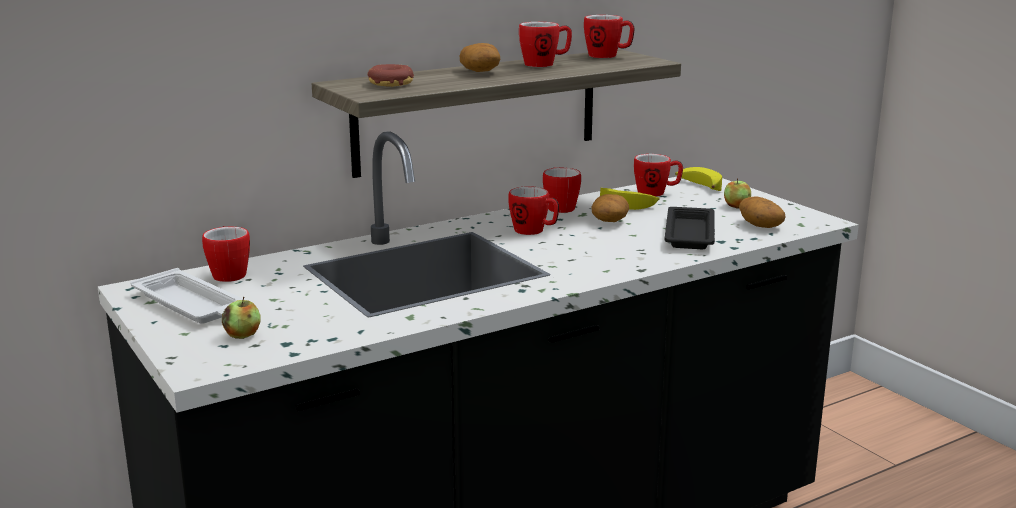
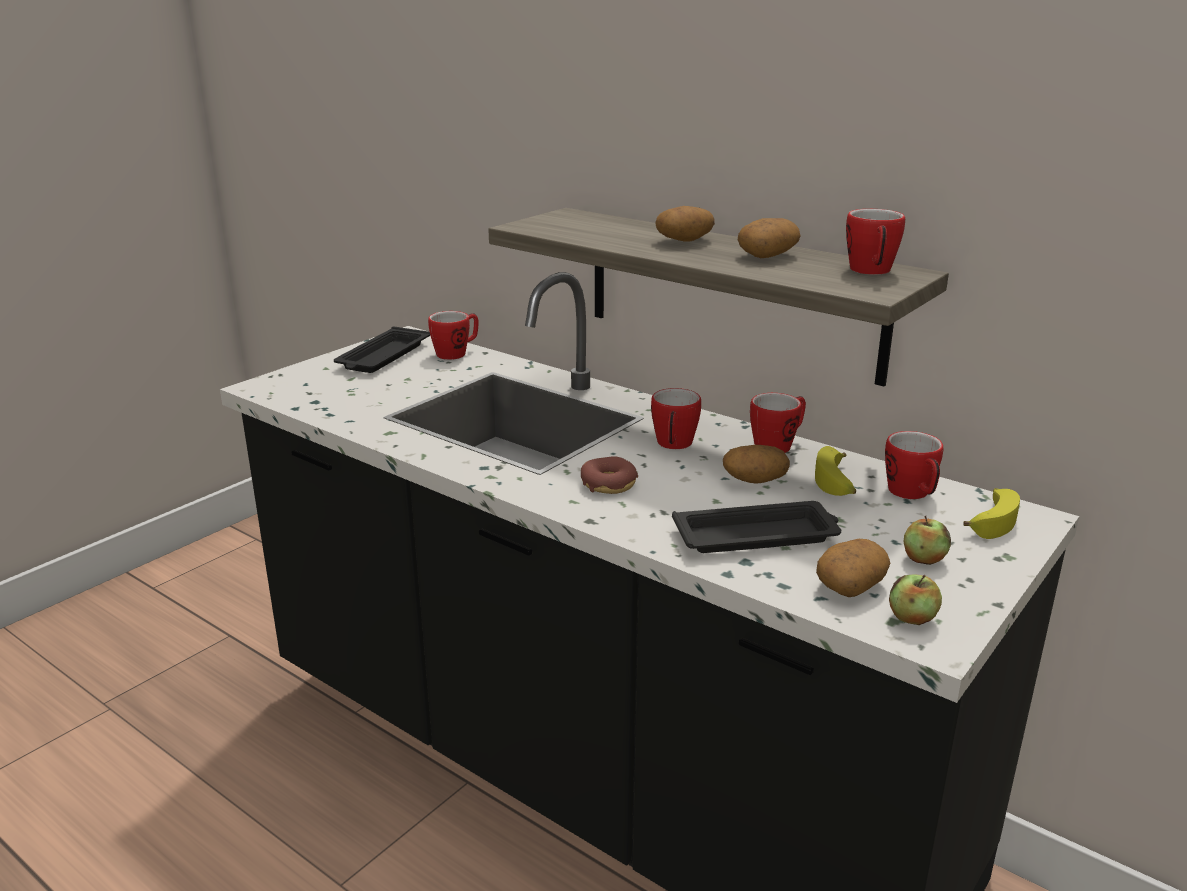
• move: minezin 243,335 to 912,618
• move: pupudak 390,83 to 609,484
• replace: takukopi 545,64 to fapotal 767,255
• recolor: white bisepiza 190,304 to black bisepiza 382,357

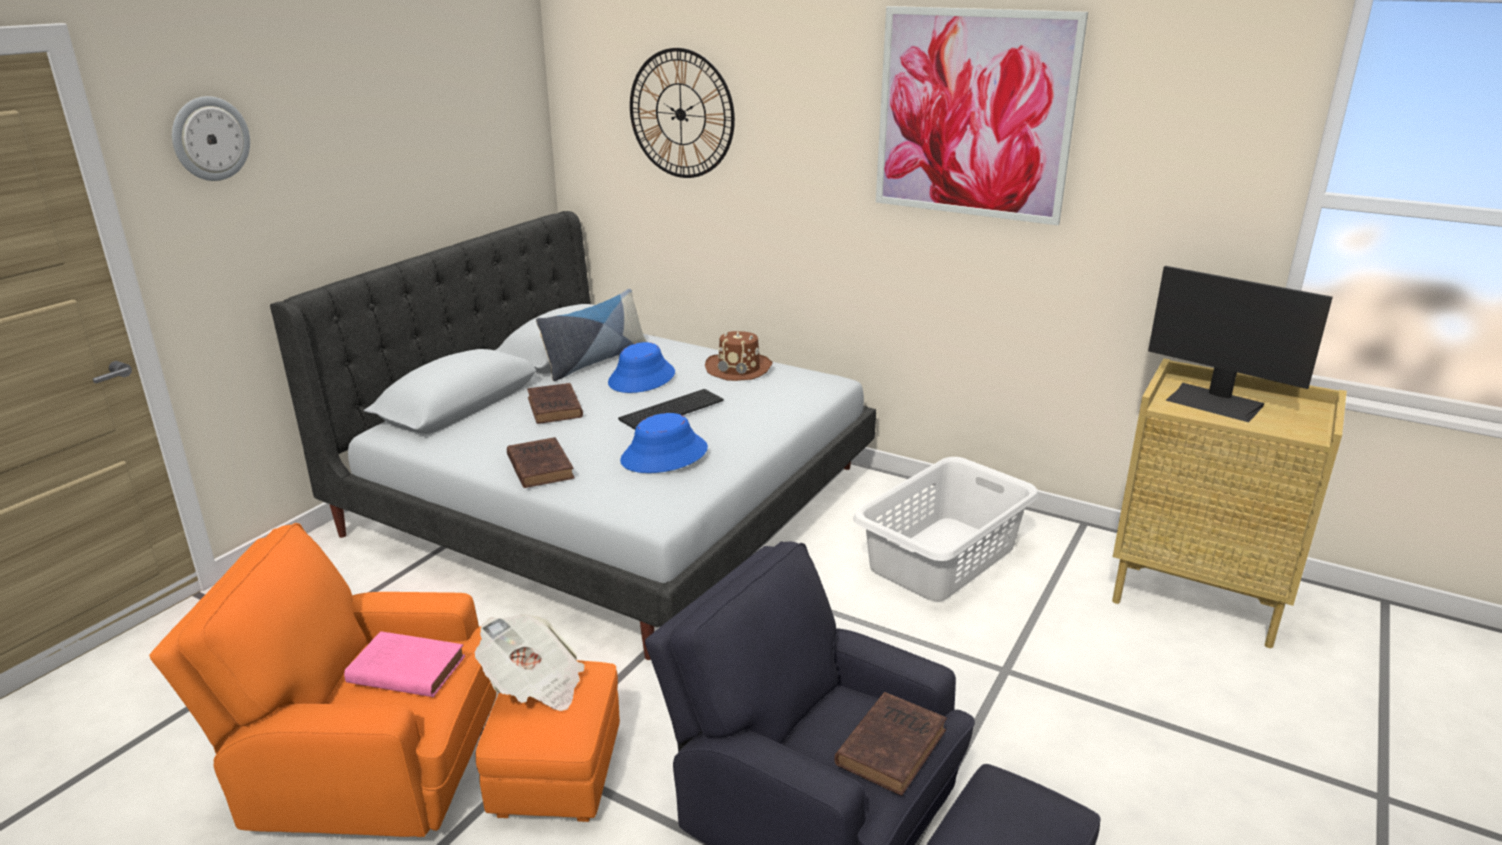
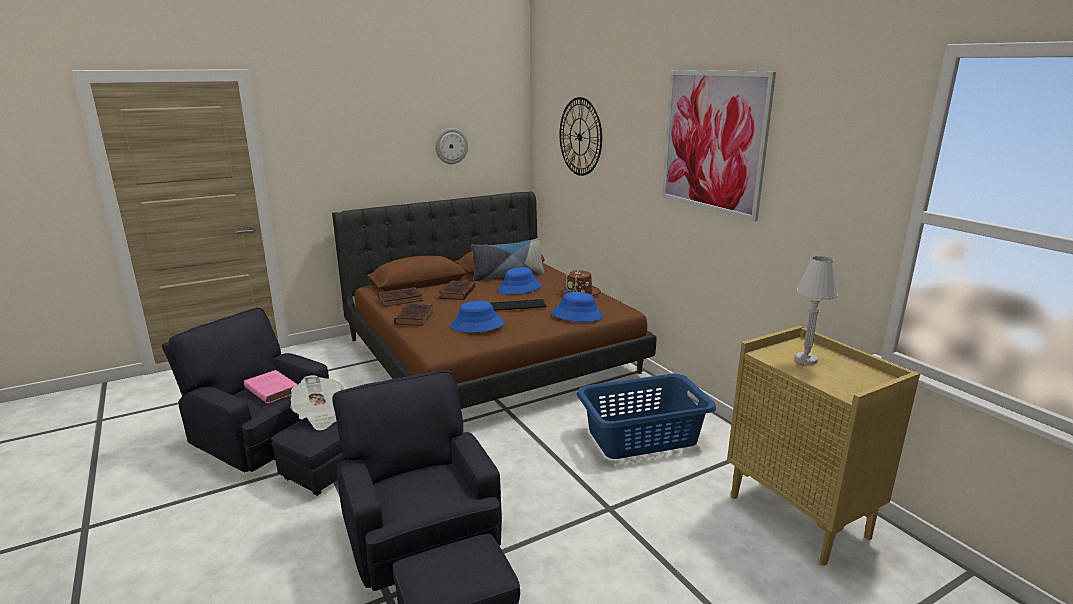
• insert: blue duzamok 577,315
• move: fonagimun 210,138 to 451,146
• move: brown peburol 892,745 to 401,299
• replace: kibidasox 1215,402 to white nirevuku 805,360
• recolor: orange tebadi 415,766 to black tebadi 277,445
• recolor: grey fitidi 611,500 to brown fitidi 489,356
• recolor: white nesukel 944,558 to blue nesukel 643,437

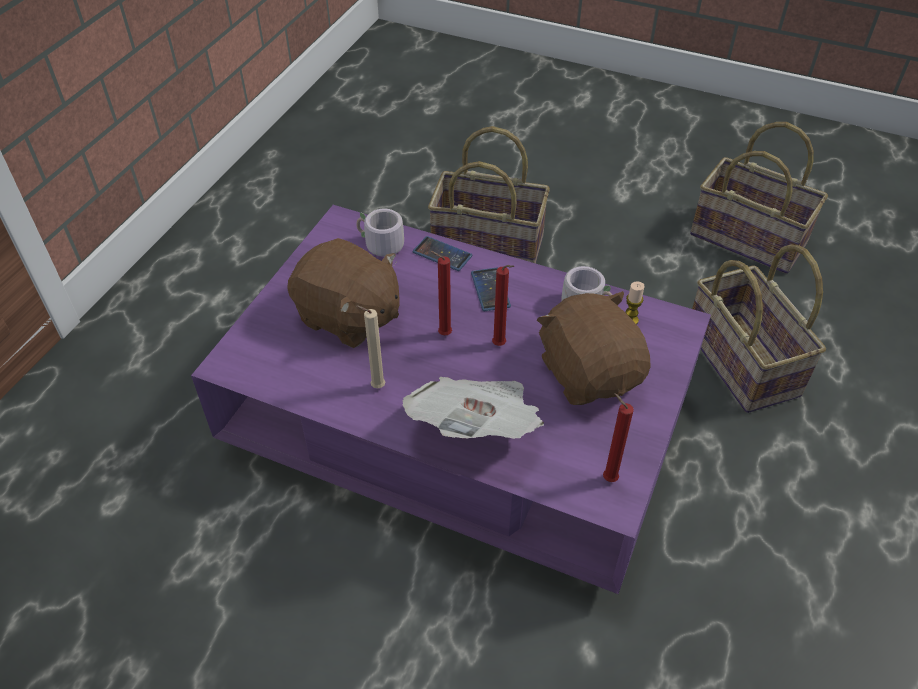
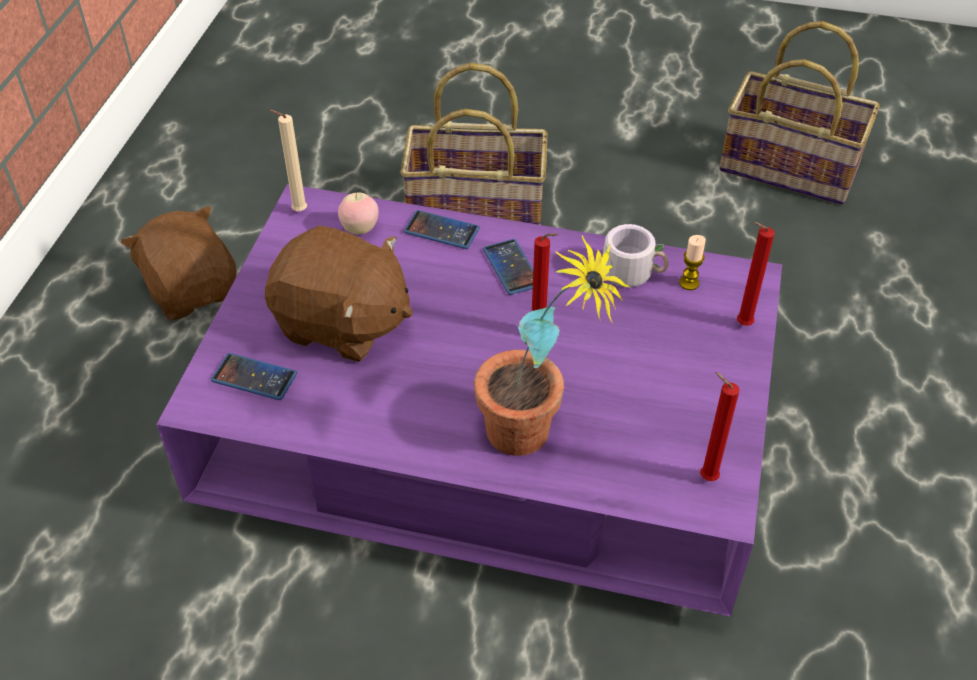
• delete: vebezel 744,362
• insert: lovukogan 254,377
• move: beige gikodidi 375,386 to 297,211
• move: red gikodidi 442,334 to 741,324
• move: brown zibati 589,373 to 192,290
• replace: grey takukopi 379,246 to minezin 360,229
• replace: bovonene 477,427 to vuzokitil 535,439

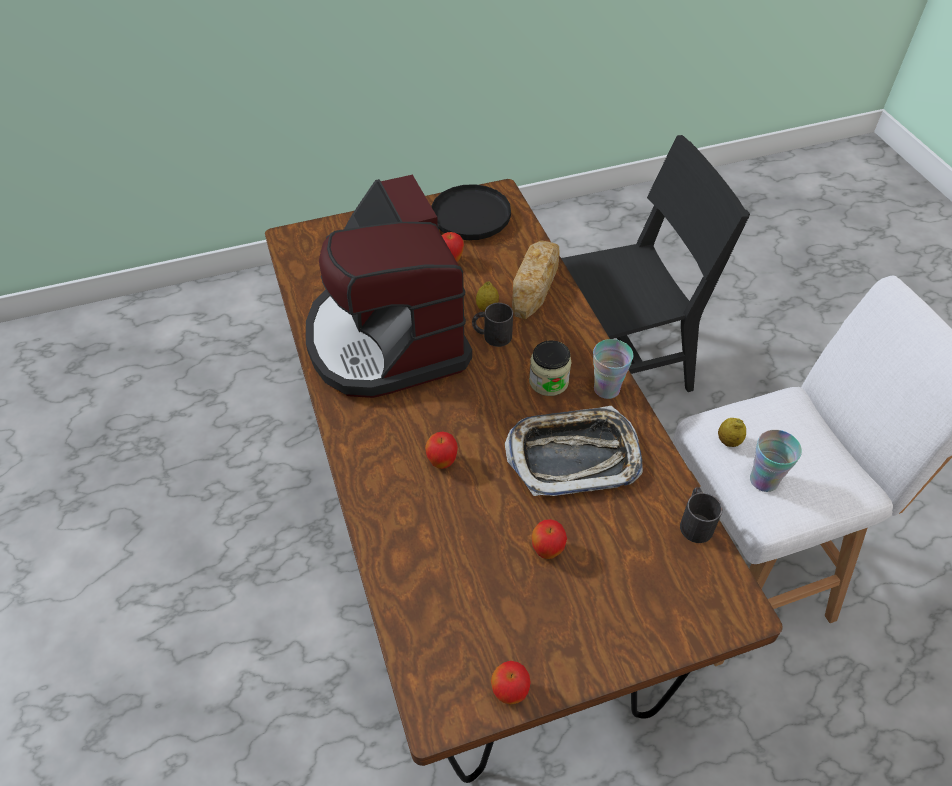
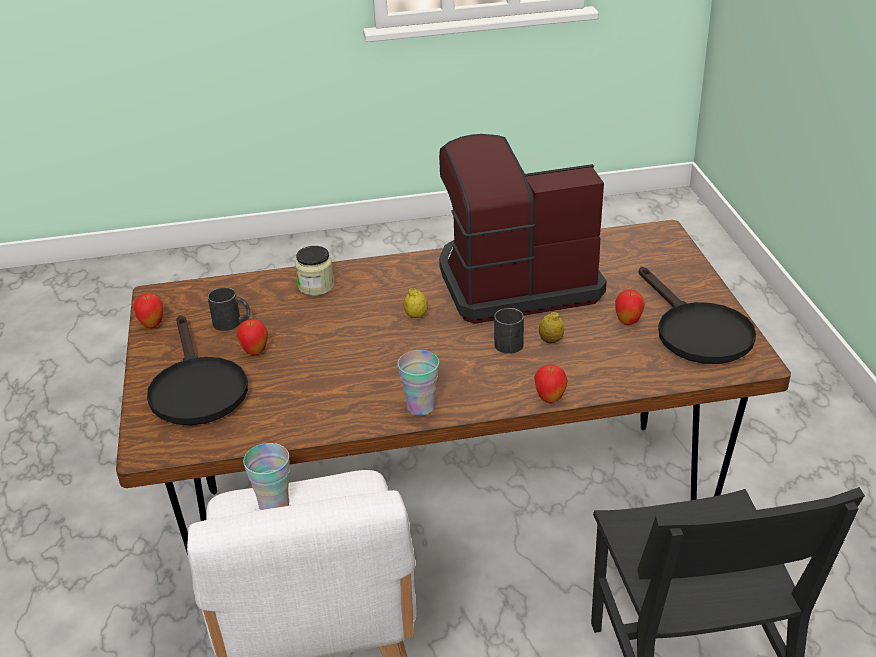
• delete: bisepiza 573,456
• delete: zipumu 535,283
• insert: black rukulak 196,388
• move: minezin 442,462 to 550,399
• move: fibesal 548,381 to 316,286
• move: black takukopi 695,522 to 232,323
• move: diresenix 728,441 to 416,316

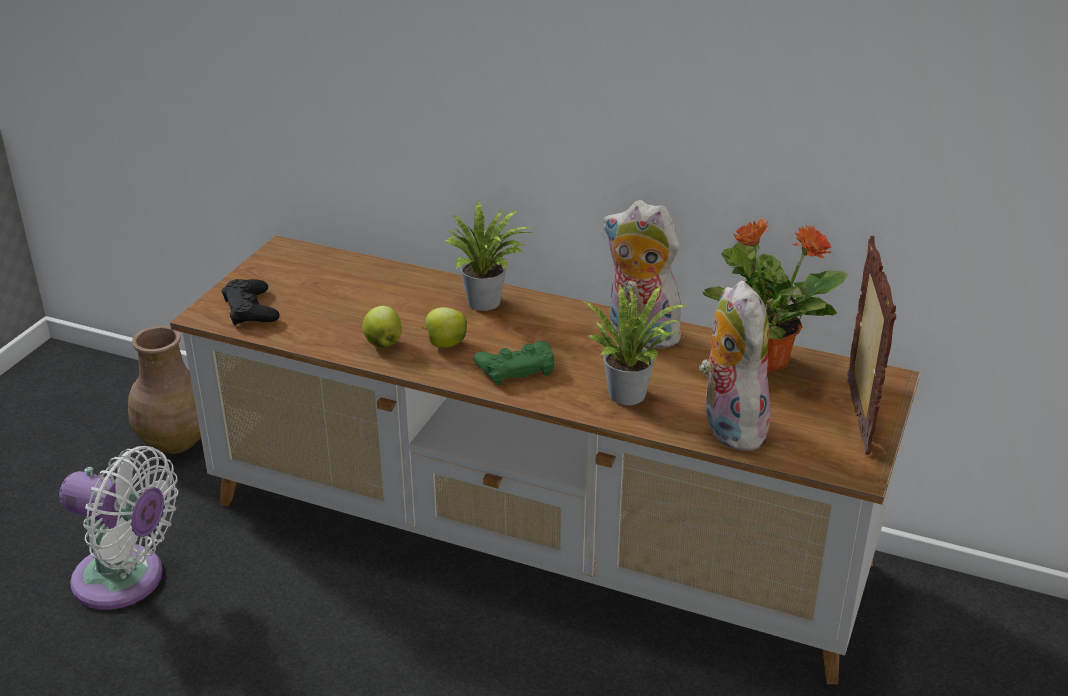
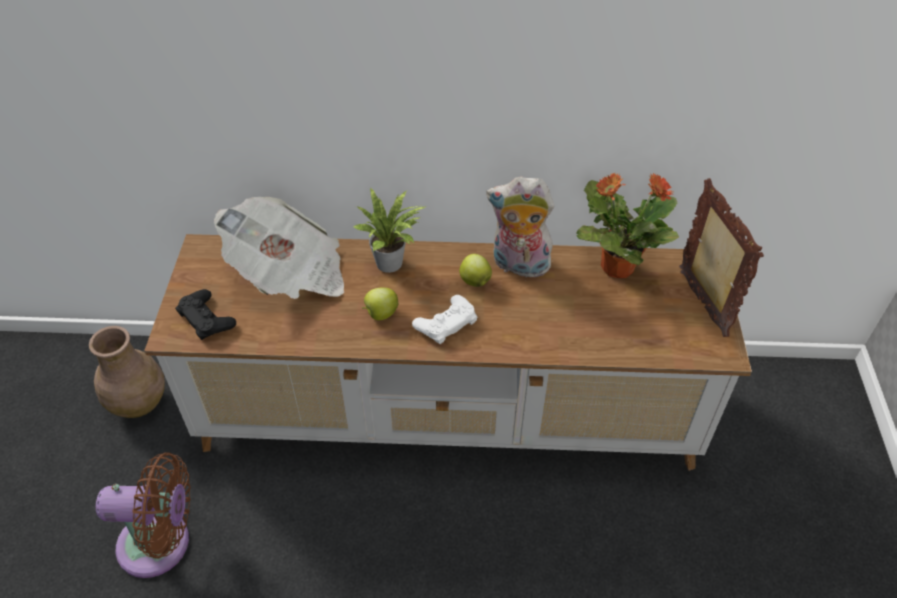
• delete: vuzokitil 631,392
• delete: zibati 728,425
• insert: bovonene 289,273
• move: minezin 383,343 to 474,280
• recolor: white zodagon 126,581 to brown zodagon 162,544
• recolor: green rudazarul 516,368 to white rudazarul 446,323

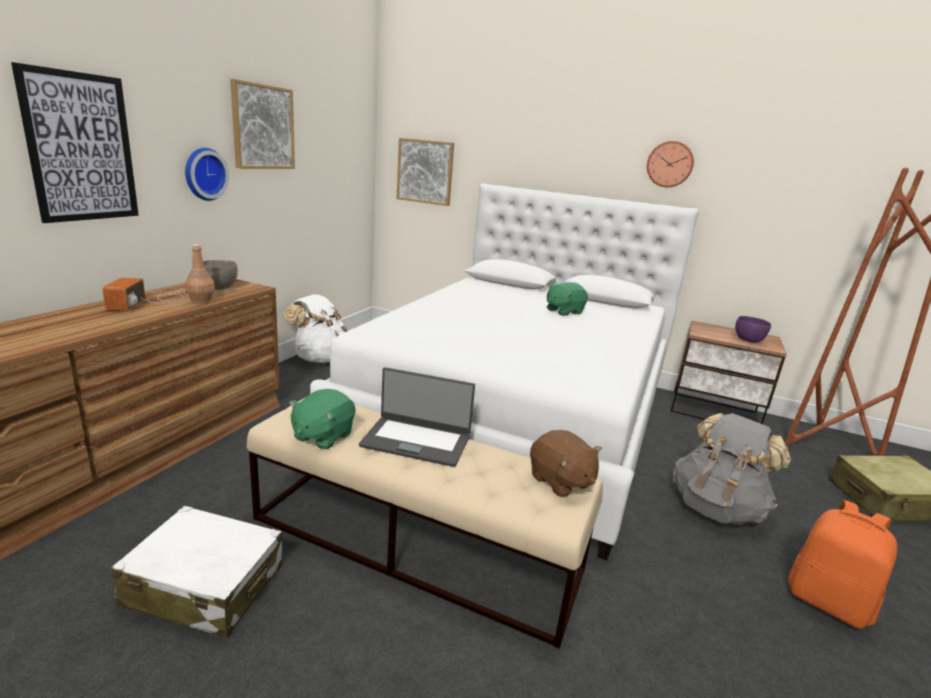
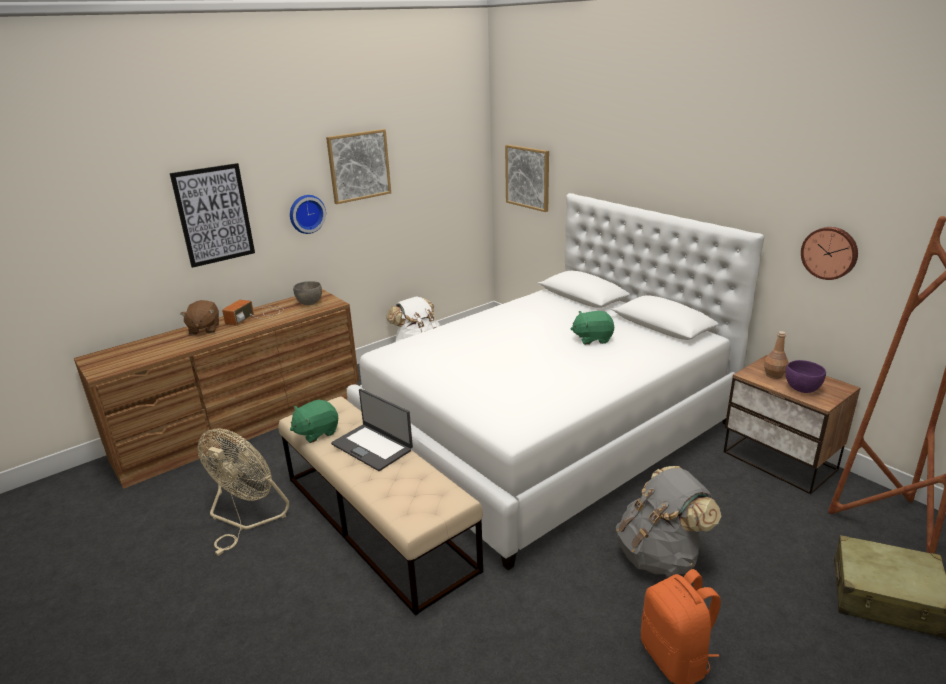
• move: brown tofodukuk 201,300 to 774,375
• move: brown zibati 560,481 to 204,329
• move: fonagimun 670,164 to 830,252
• replace: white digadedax 205,585 to beige zodagon 240,516

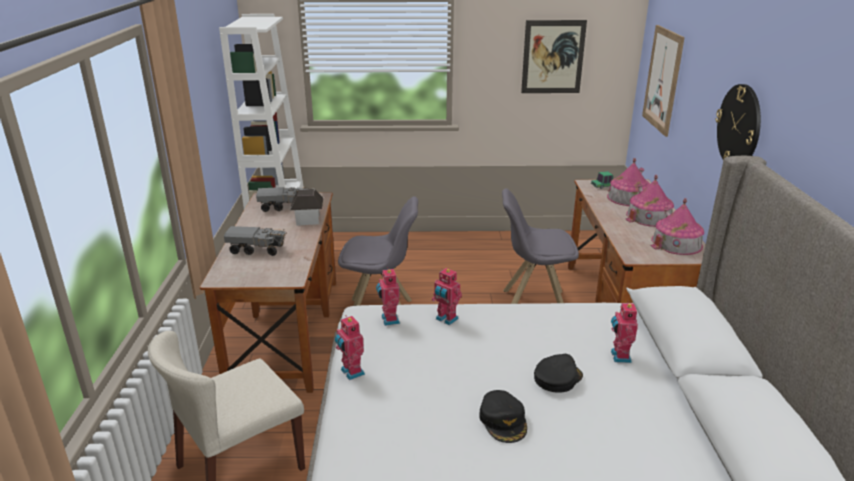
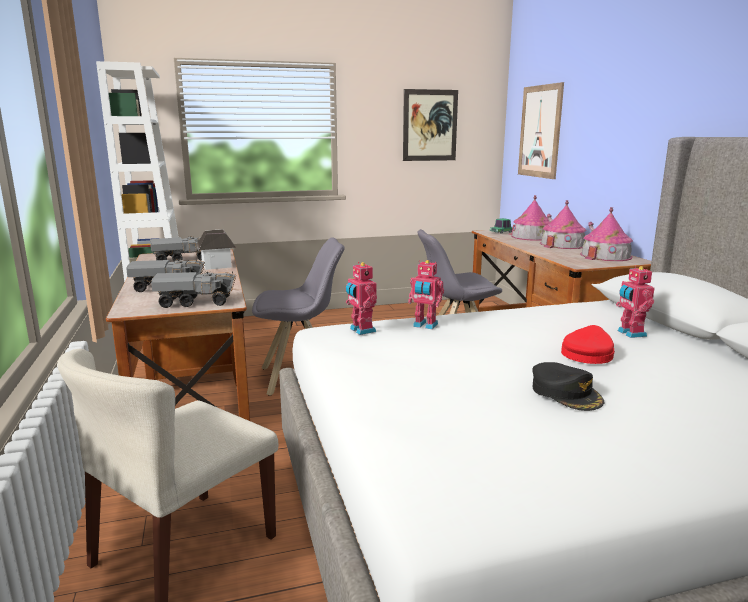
• delete: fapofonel 351,372
• delete: fonagimun 739,126
• insert: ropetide 195,302
• recolor: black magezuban 557,377 to red magezuban 587,353

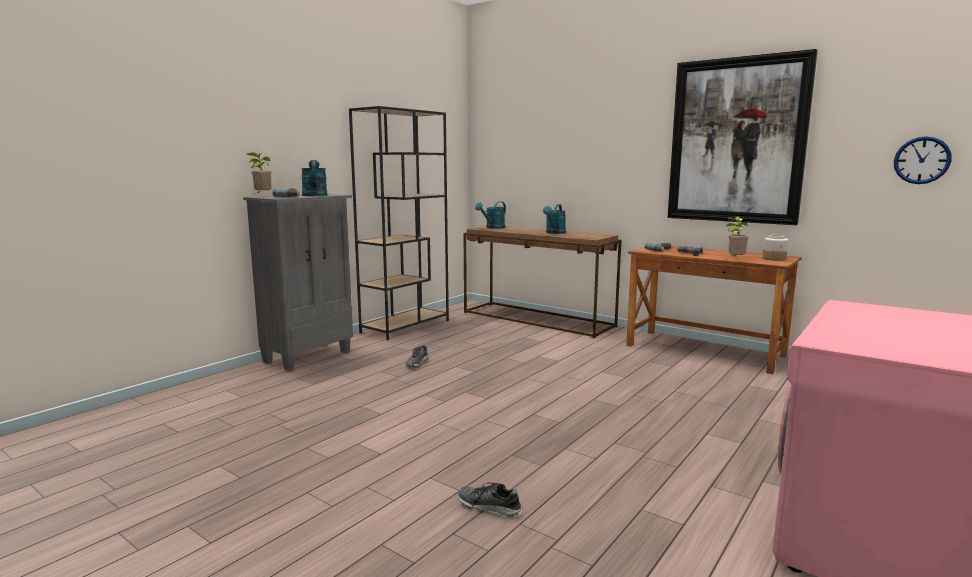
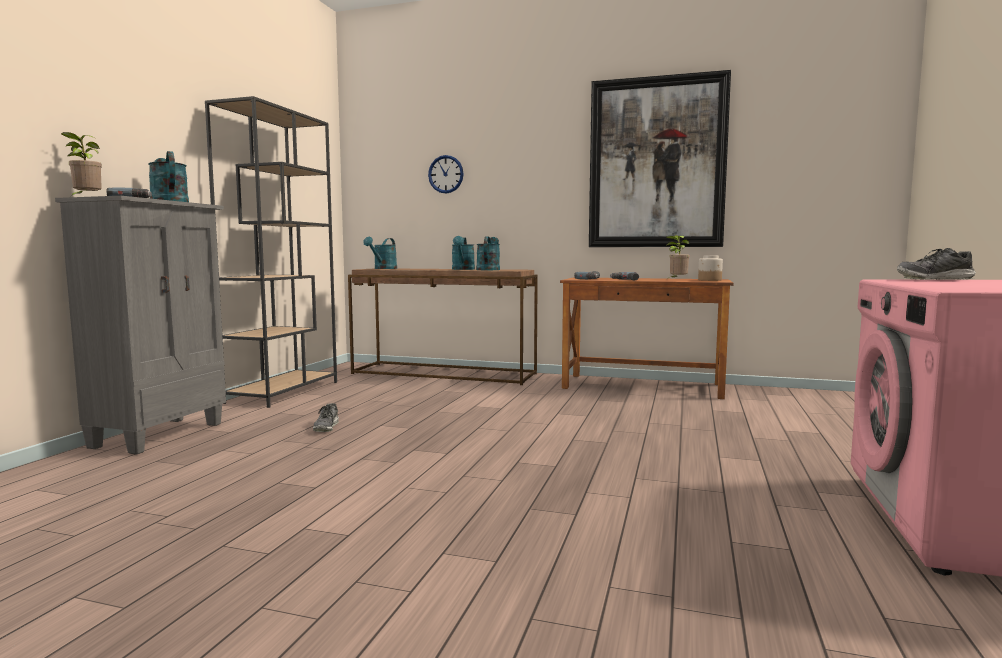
• insert: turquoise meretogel 488,269
• move: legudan 489,507 to 934,279
• move: fonagimun 922,160 to 446,174

